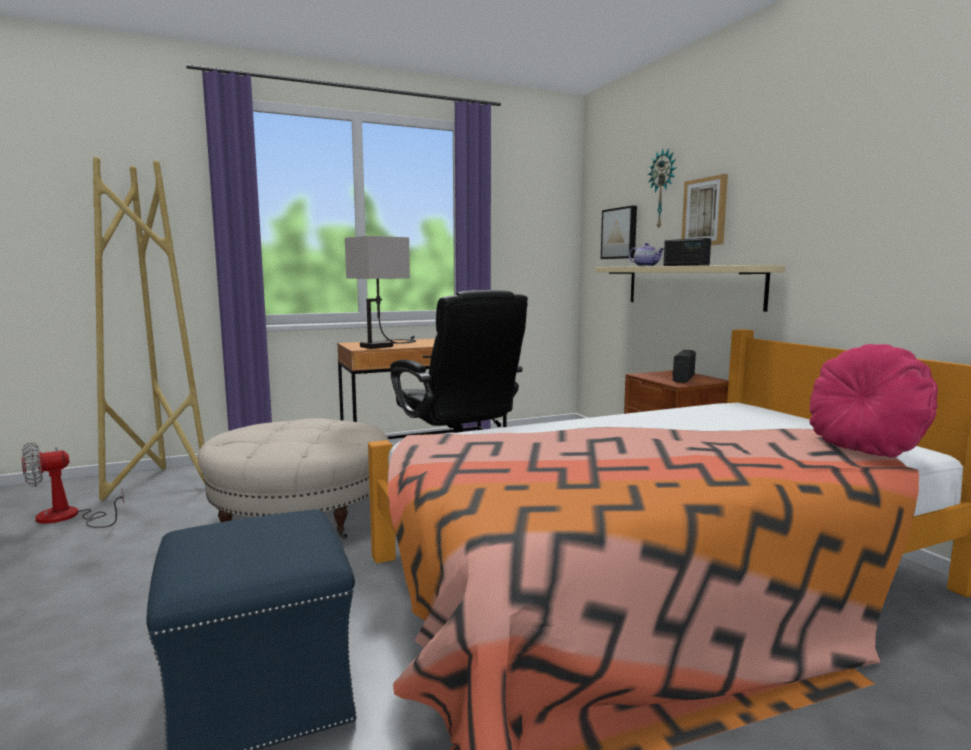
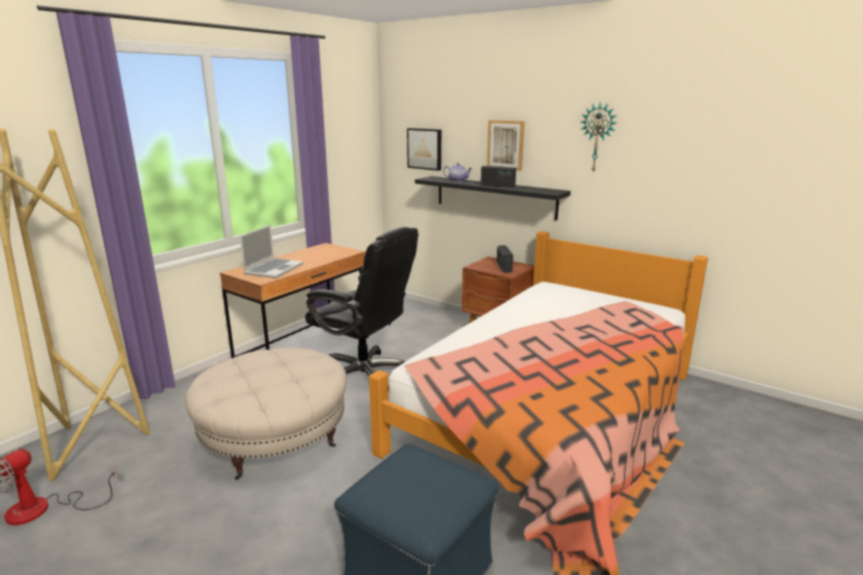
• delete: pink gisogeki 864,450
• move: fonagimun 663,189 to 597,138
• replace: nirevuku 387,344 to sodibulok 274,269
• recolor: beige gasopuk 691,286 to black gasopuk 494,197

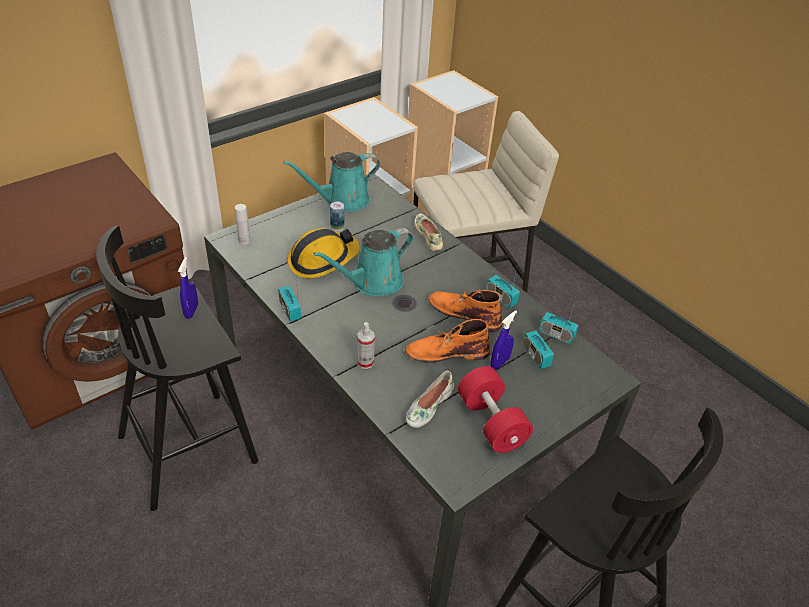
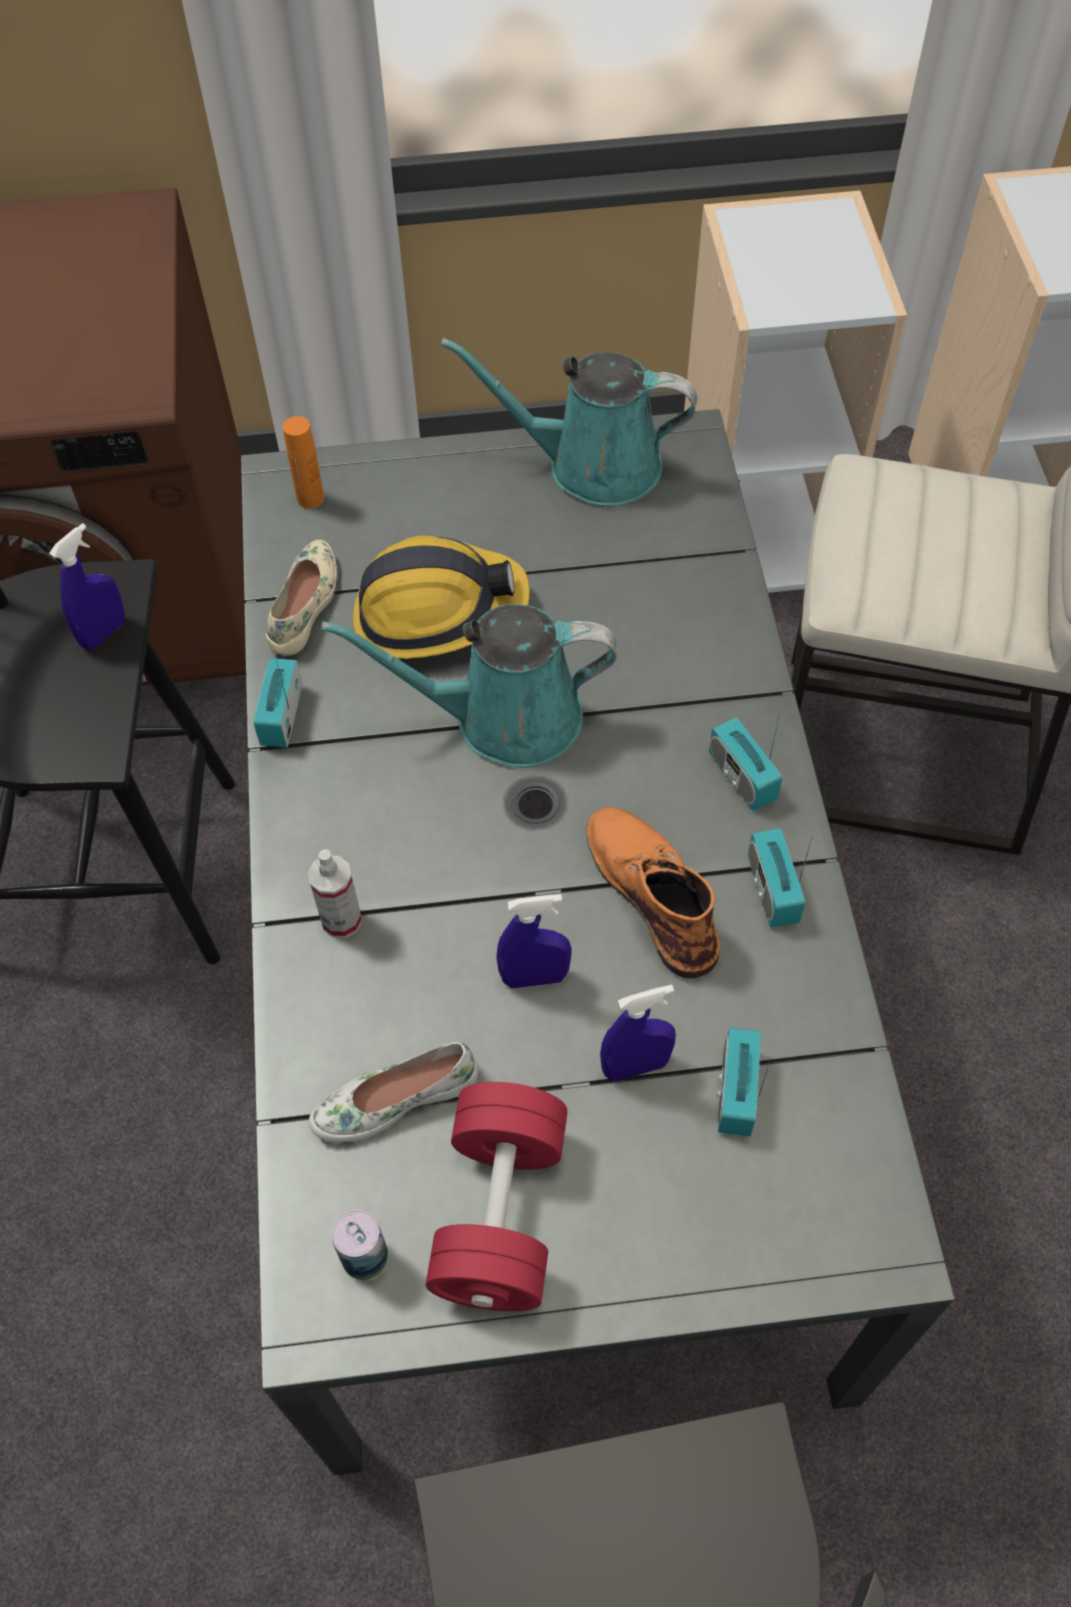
• move: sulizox 337,227 to 365,1258
• move: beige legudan 429,235 to 305,605
• move: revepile 556,335 to 741,777
• replace: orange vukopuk 446,352 to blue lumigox 534,977
• recolor: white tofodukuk 244,241 to orange tofodukuk 310,498

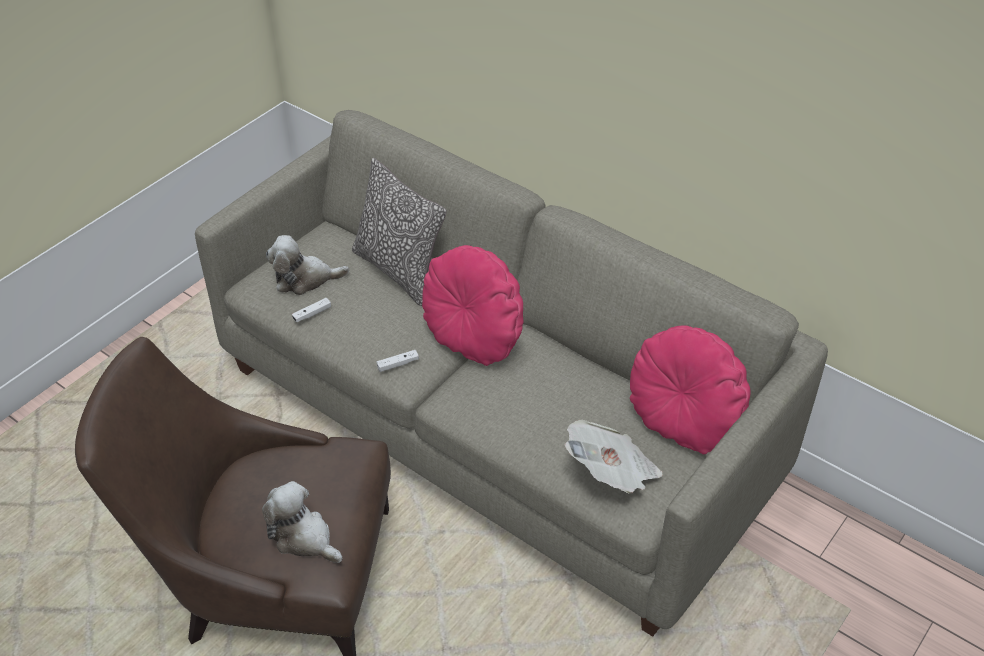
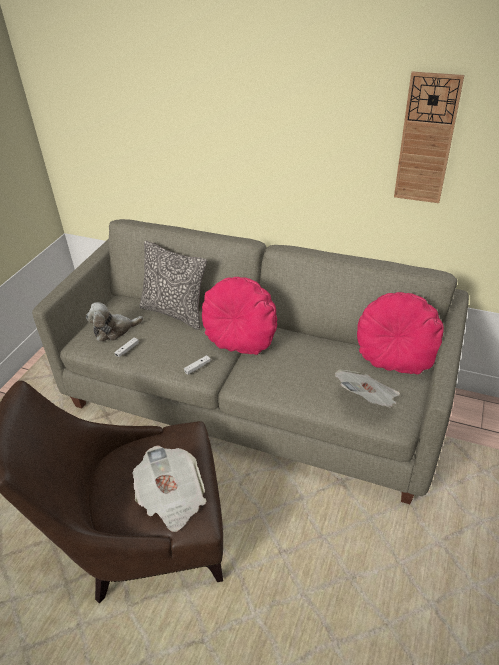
• insert: fonagimun 426,140
• replace: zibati 304,537 to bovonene 172,499

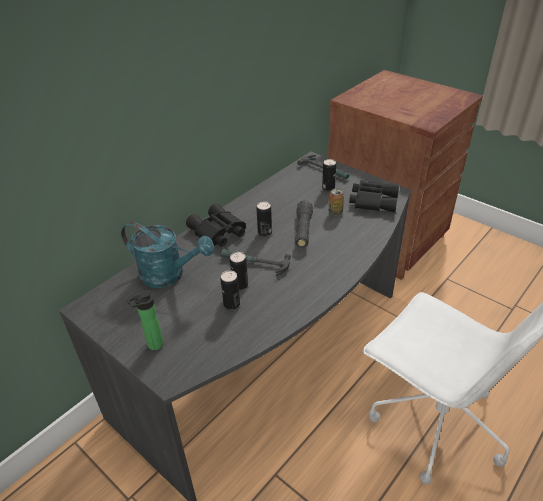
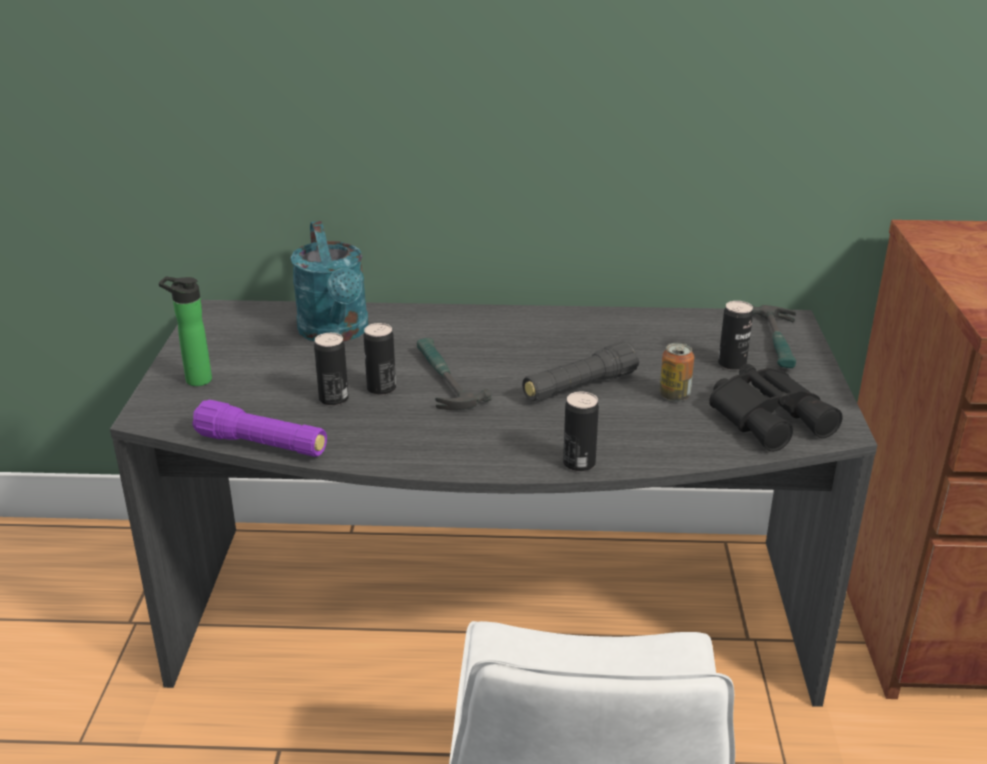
• delete: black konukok 217,232
• insert: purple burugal 262,445
• move: sulizox 264,232 to 579,463

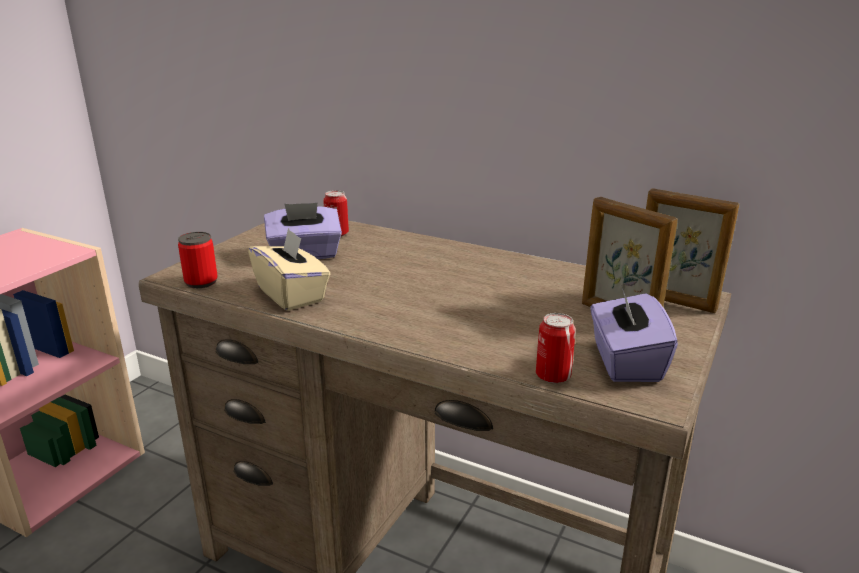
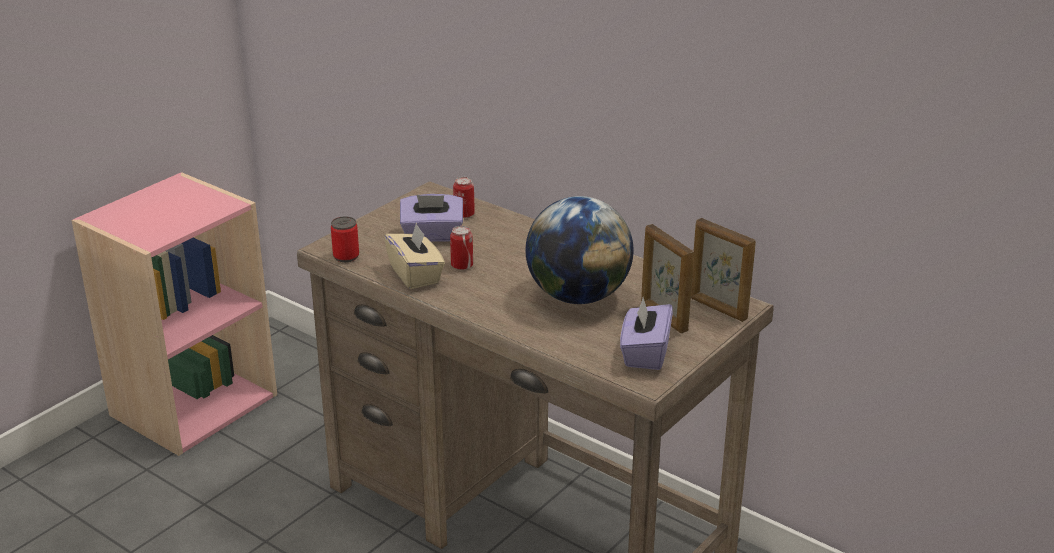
• insert: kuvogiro 577,296
• move: sulizox 553,376 to 462,265

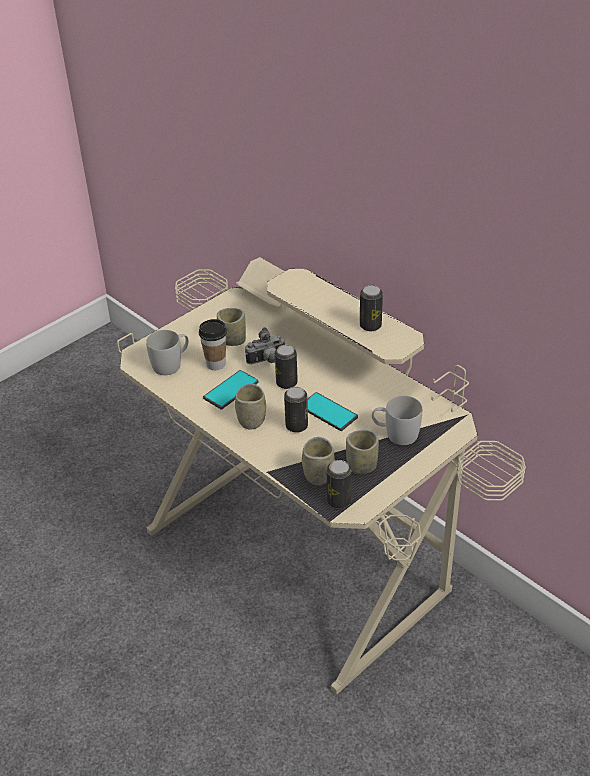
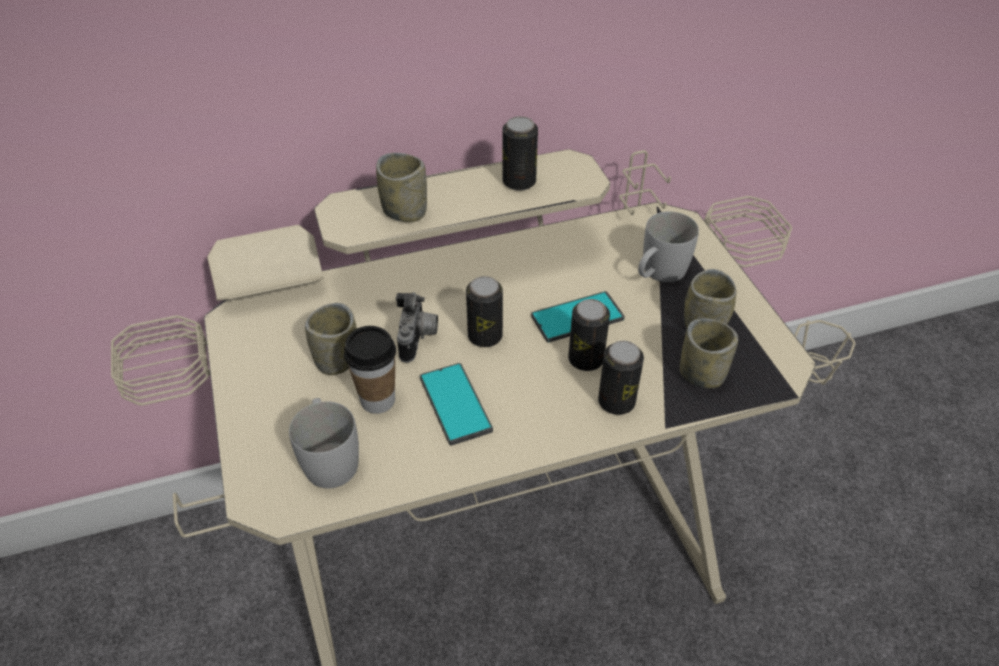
• move: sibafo 251,420 to 405,212
• move: sulizox 339,500 to 616,402

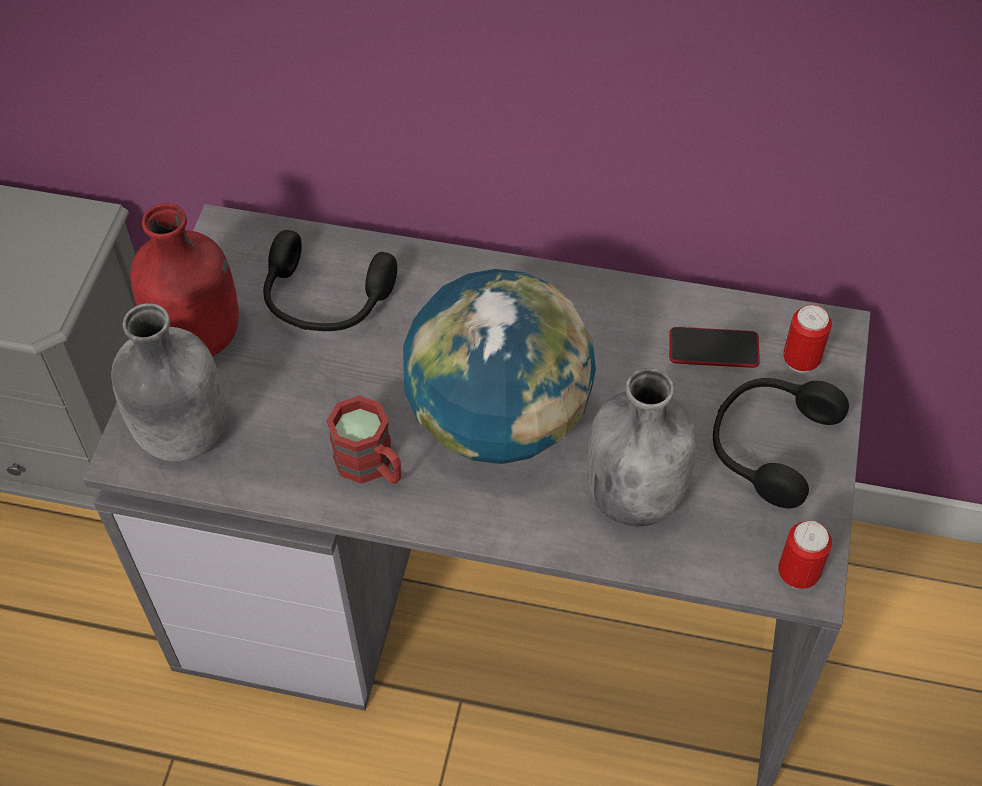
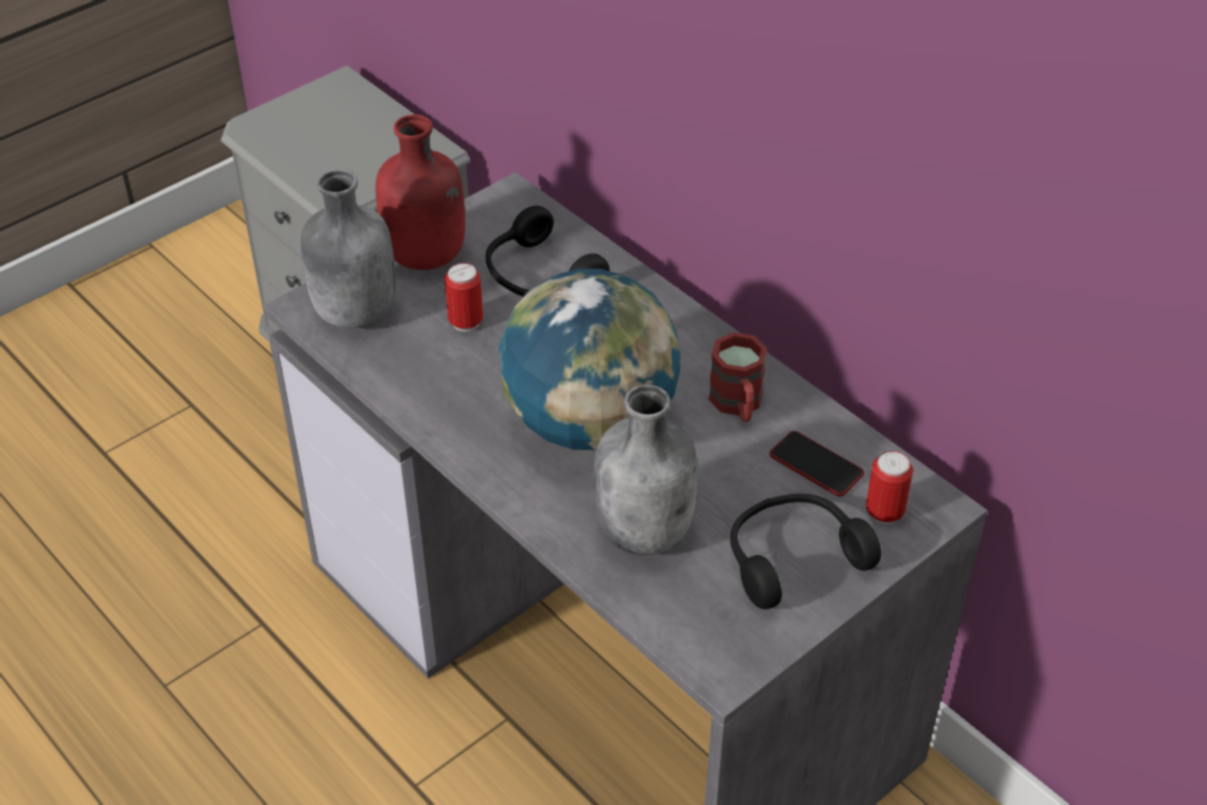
• move: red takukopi 372,466 to 738,405
• move: sulizox 798,574 to 465,322

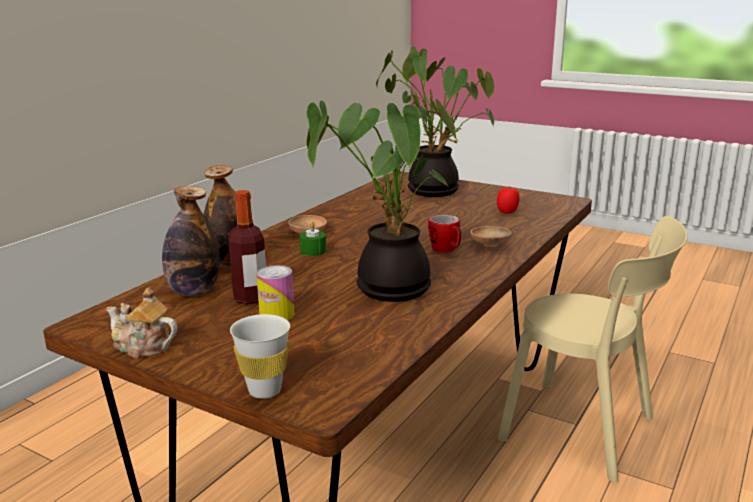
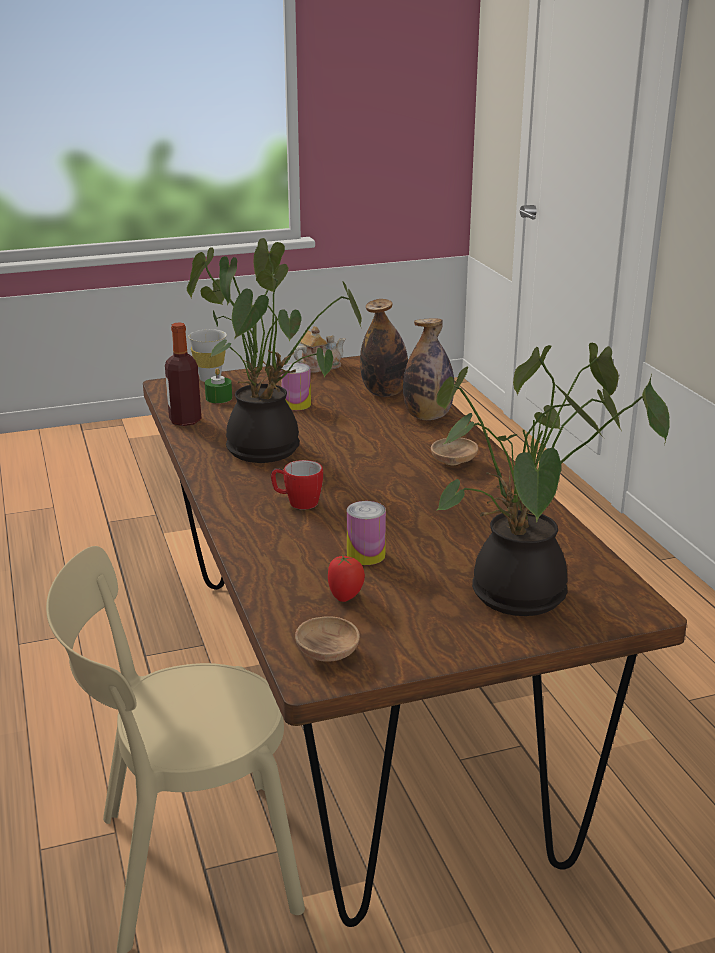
• insert: sulizox 366,555
• move: tofodukuk 250,298 to 185,420
• move: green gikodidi 313,251 to 219,398
• move: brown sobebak 490,245 to 327,653

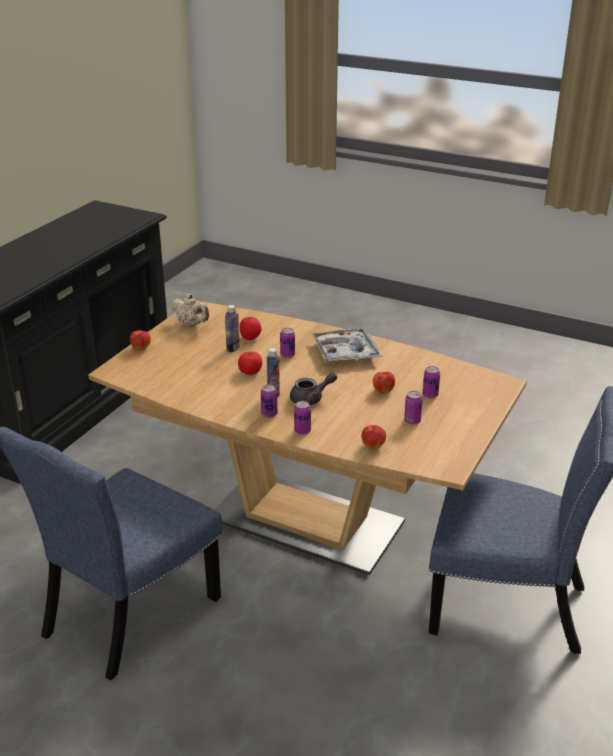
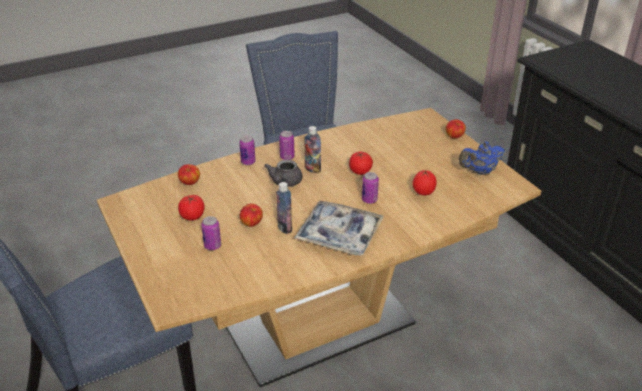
• move: tofodukuk 233,348 to 284,228
• replace: sulizox 412,421 to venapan 192,216
• recolor: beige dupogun 191,324 to blue dupogun 480,172

